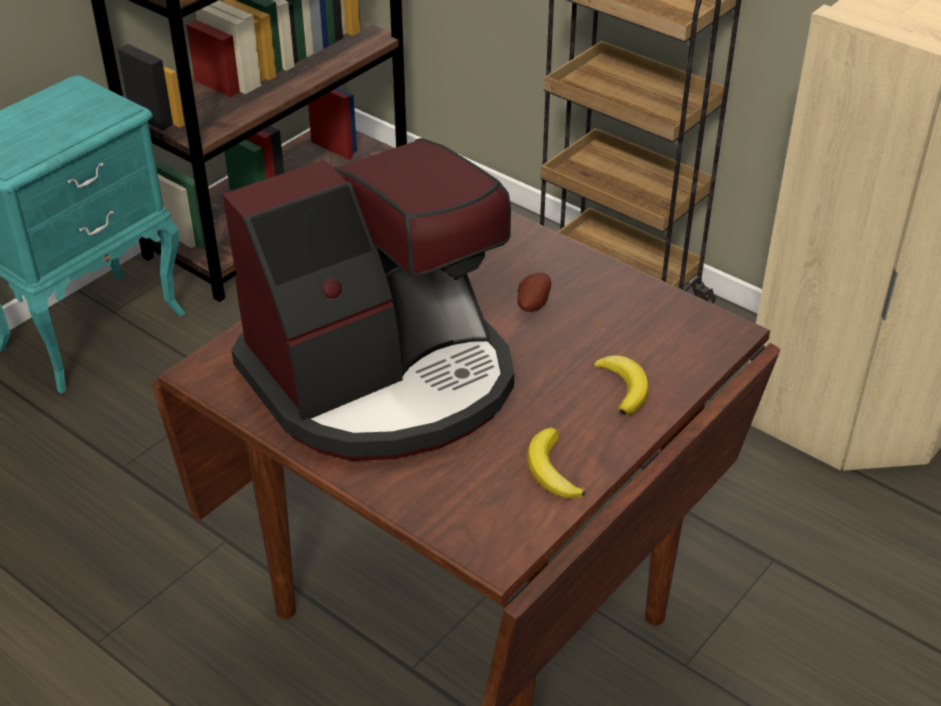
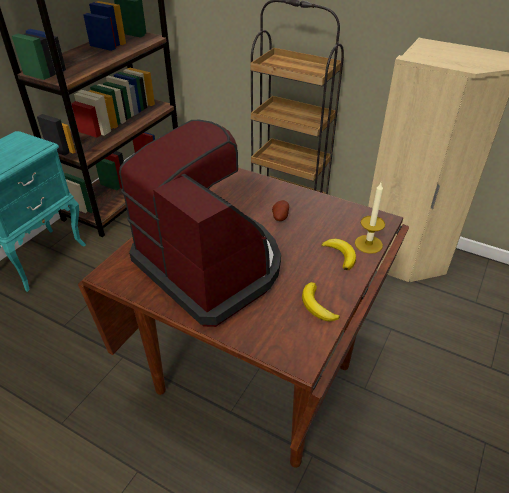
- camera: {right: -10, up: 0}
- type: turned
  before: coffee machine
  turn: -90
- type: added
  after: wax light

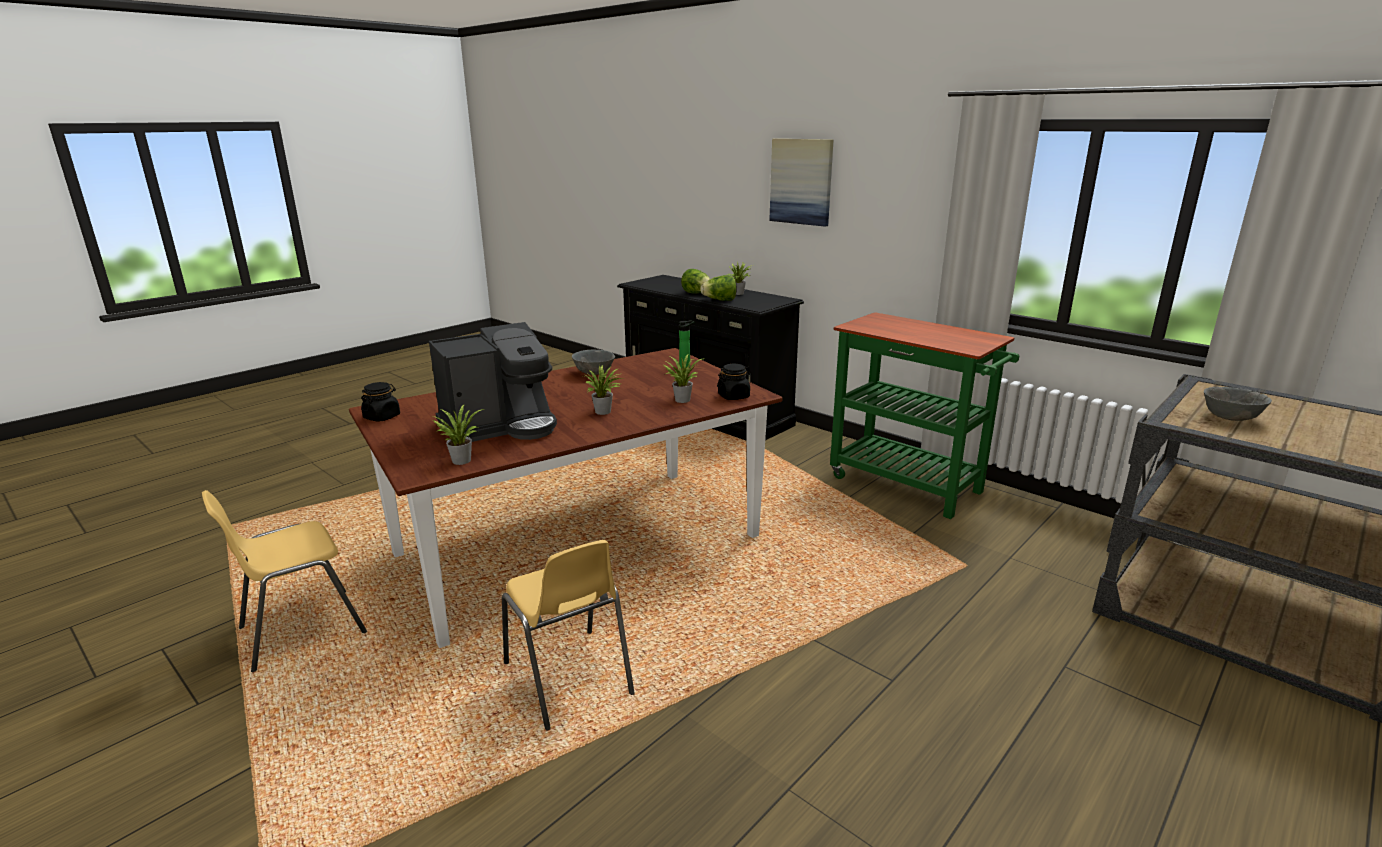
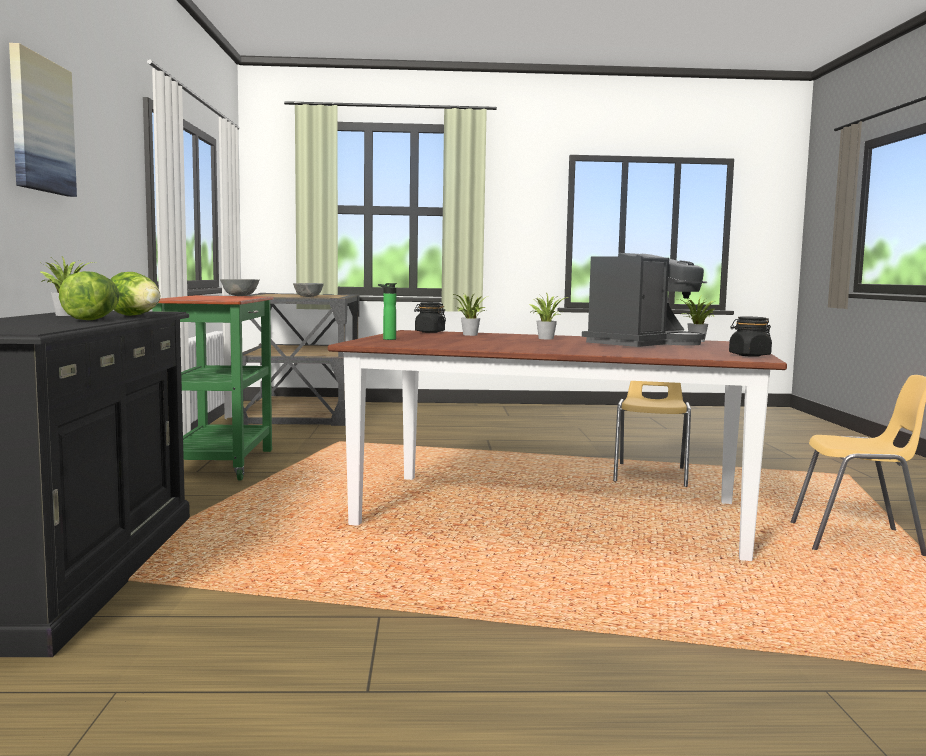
- camera: {right: -135, up: -15}
- type: turned
  before: coffee machine
  turn: 120
- type: moved
  before: deep dish (grey) (1st from left)

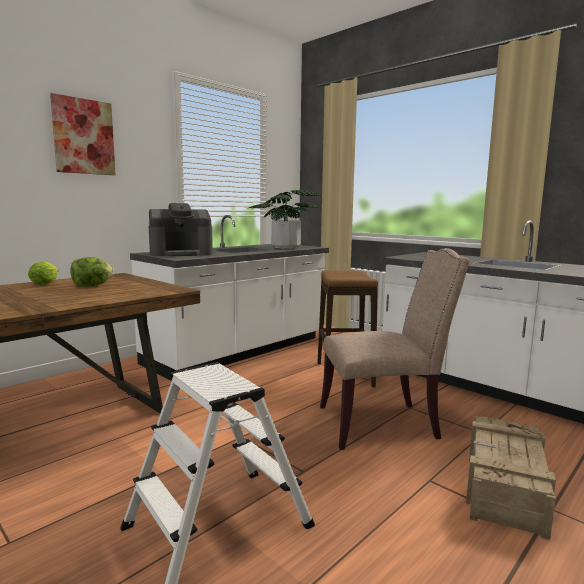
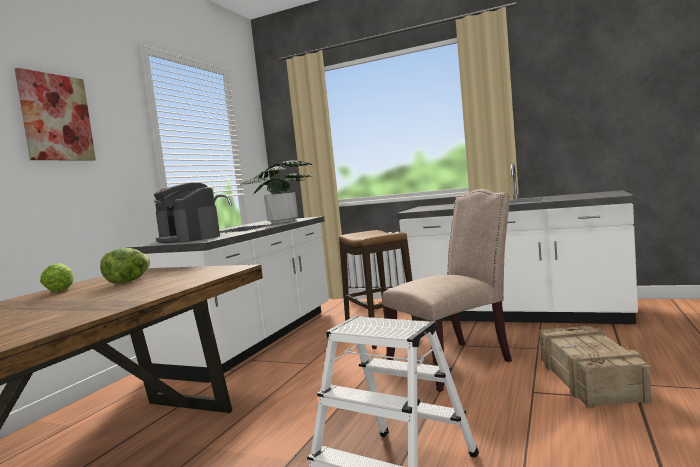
- camera: {right: -20, up: -5}
- type: turned
  before: coffee machine
  turn: 90

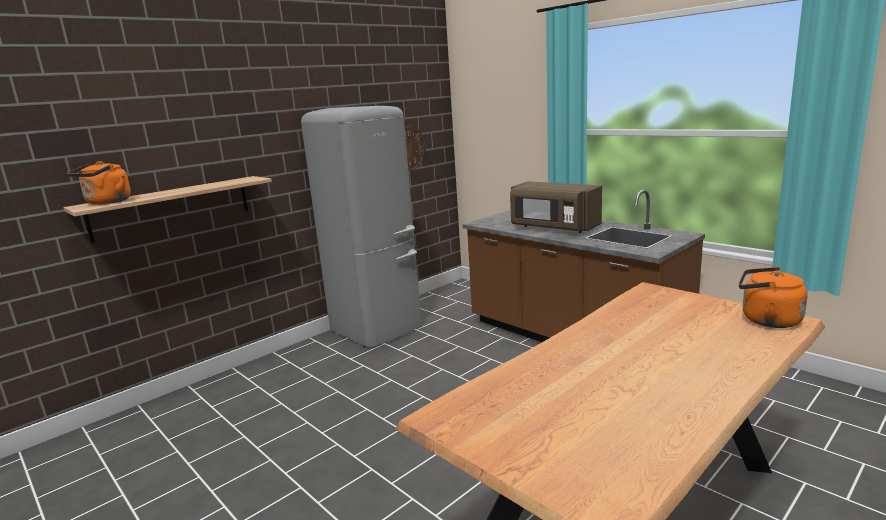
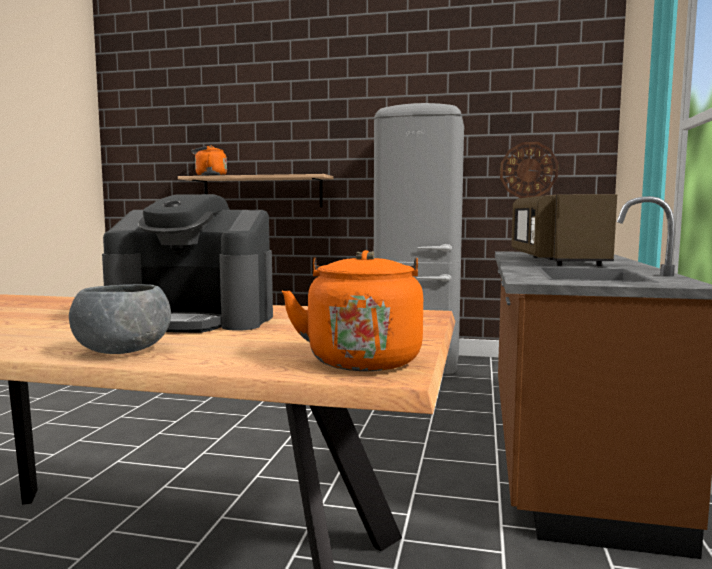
- camera: {right: 55, up: -10}
- type: added
  after: deep dish (grey)
- type: added
  after: coffee machine

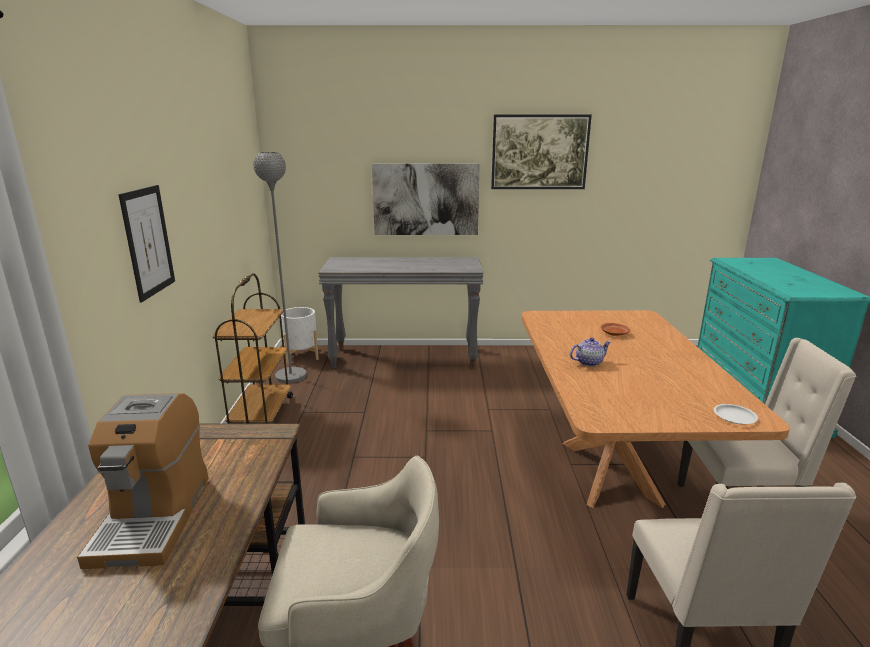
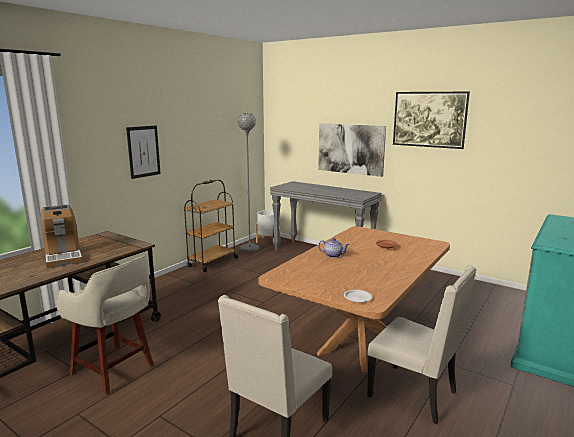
- camera: {right: 35, up: -5}
- type: turned
  before: coffee machine
  turn: -60

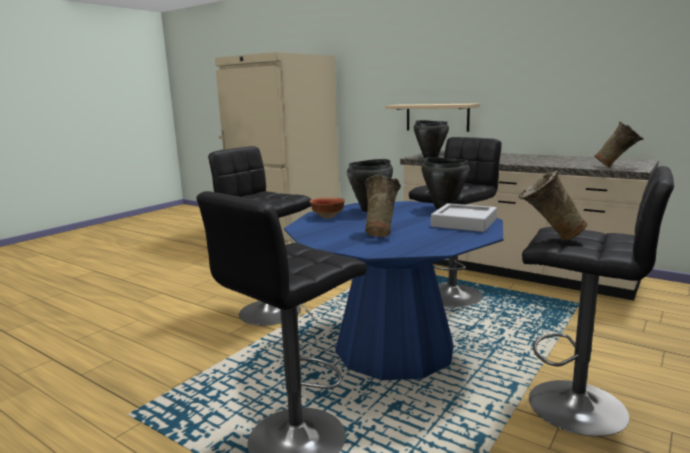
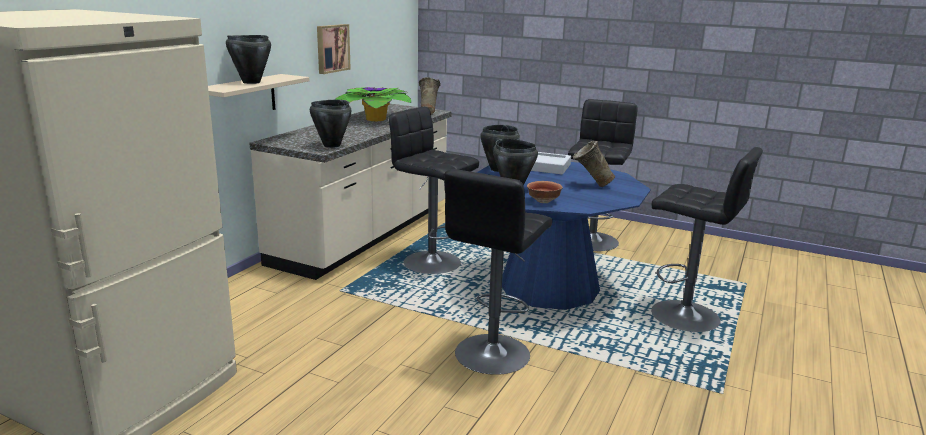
- camera: {right: -100, up: 5}
- type: removed
  before: vase (beige-coloured) (2nd from left)
- type: added
  after: stockpot (black) (1st from left)
- type: added
  after: wall picture
- type: added
  after: houseplant

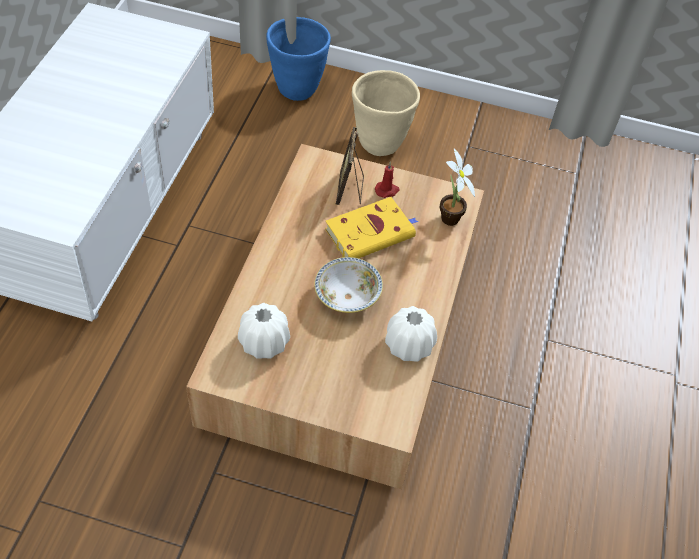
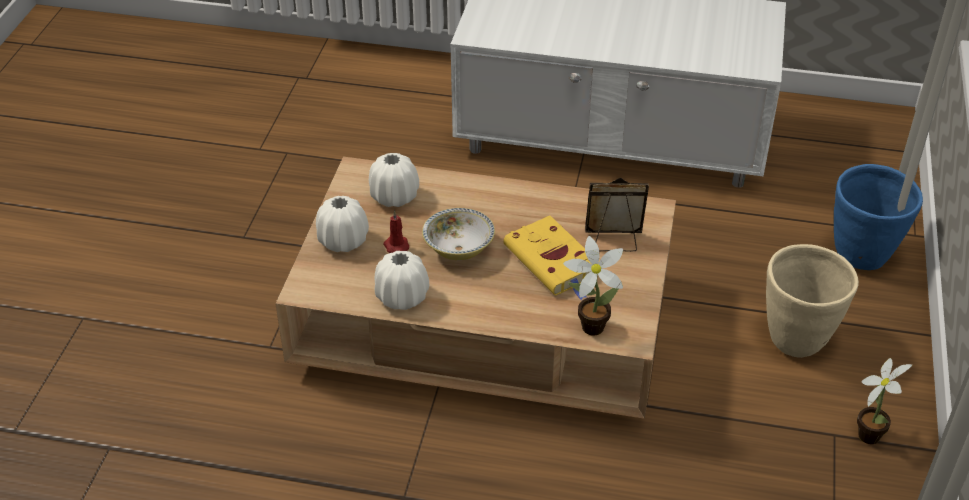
- camera: {right: 90, up: -10}
- type: moved
  before: wax light (red)
- type: added
  after: vase (white-coloured) (1st from left)
- type: added
  after: houseplant (2nd from left)

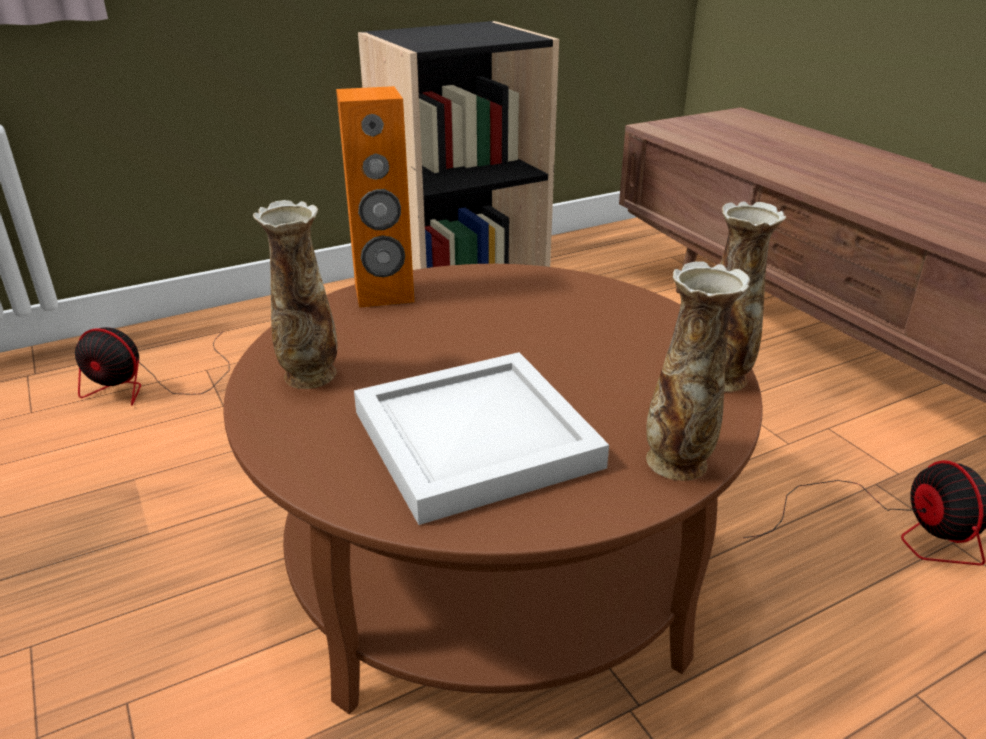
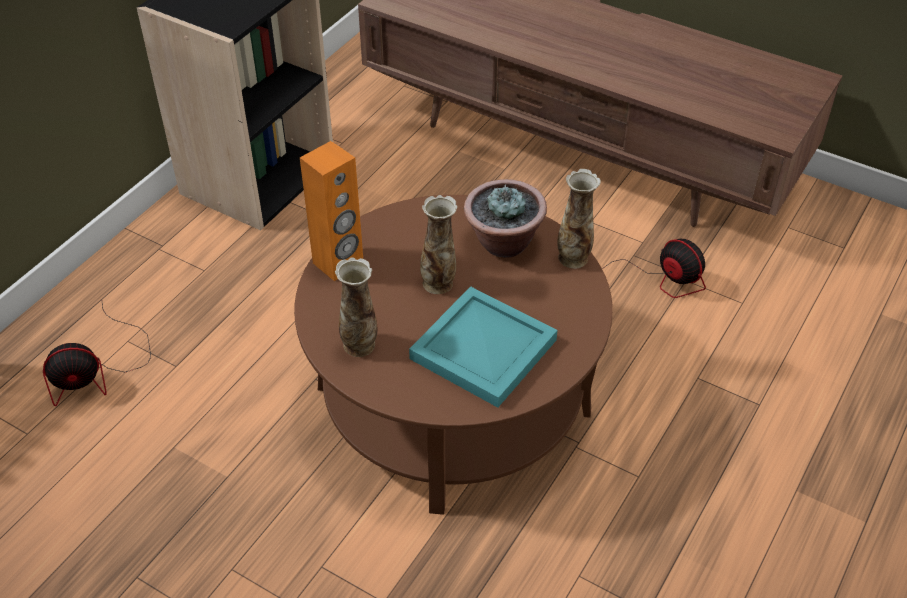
- camera: {right: -30, up: 15}
- type: recoloured
  before: carrying tray (white-coloured)
  after: carrying tray (turquoise)
- type: moved
  before: vase (2nd from left)
- type: added
  after: houseplant

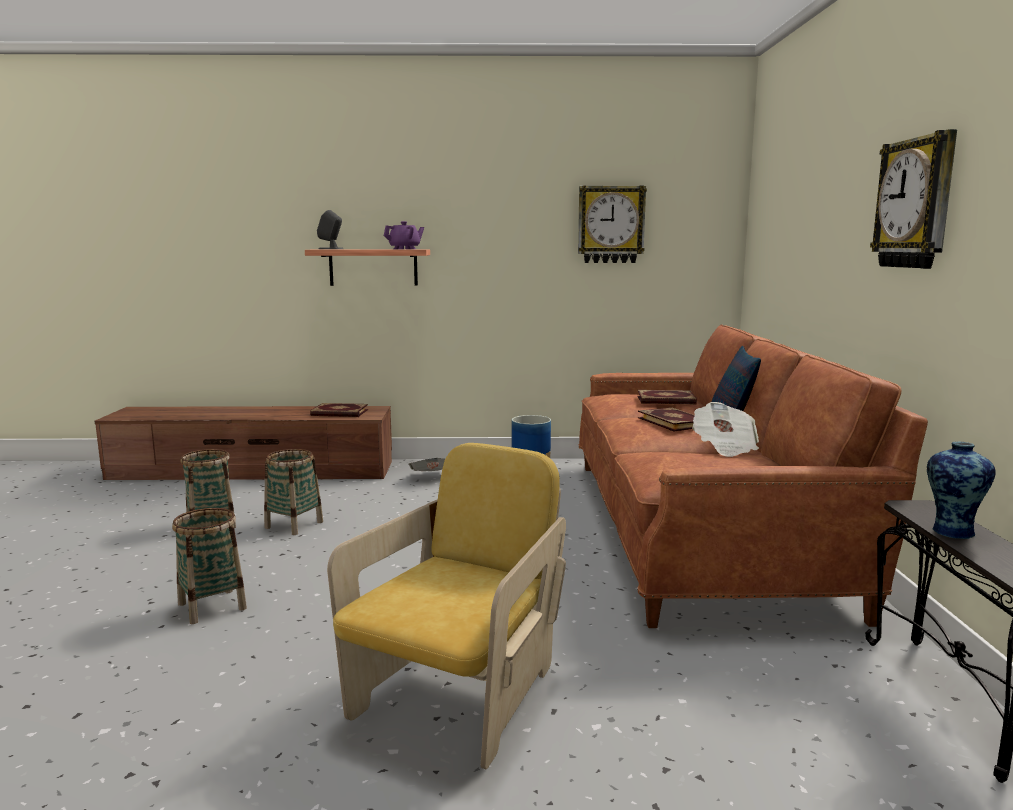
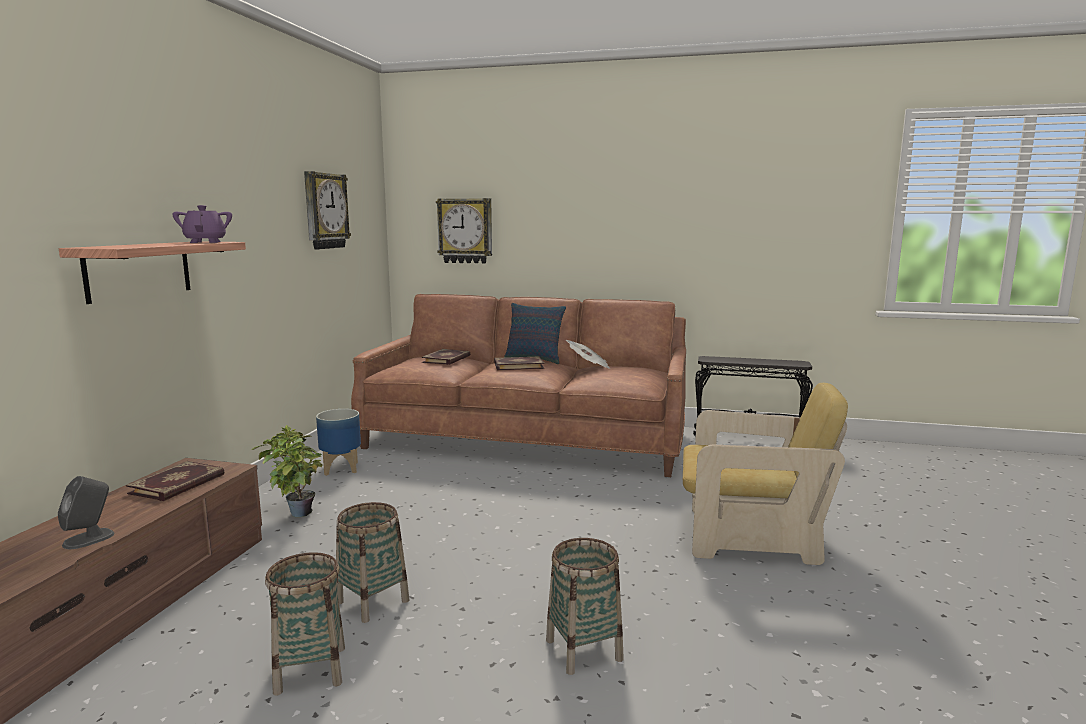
- camera: {right: -75, up: 0}
- type: moved
  before: speaker (grey)
- type: turned
  before: lounge chair (yellow)
  turn: 150
- type: replaced
  before: newspaper (1st from left)
  after: houseplant
- type: moved
  before: clock on the wall (2nd from left)
- type: removed
  before: vase

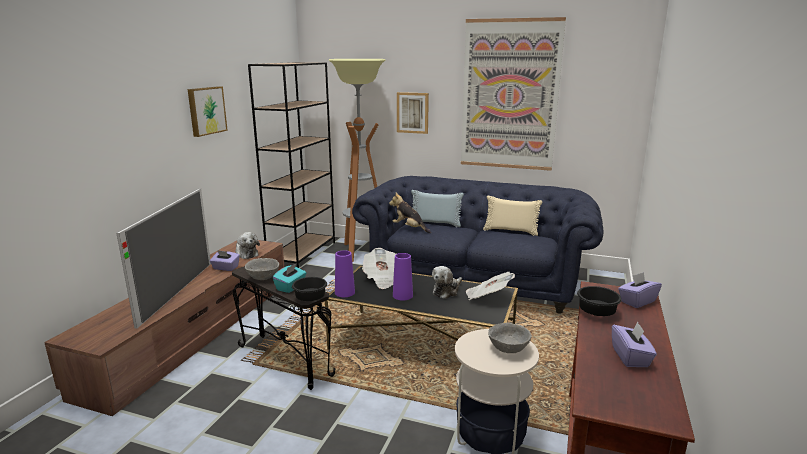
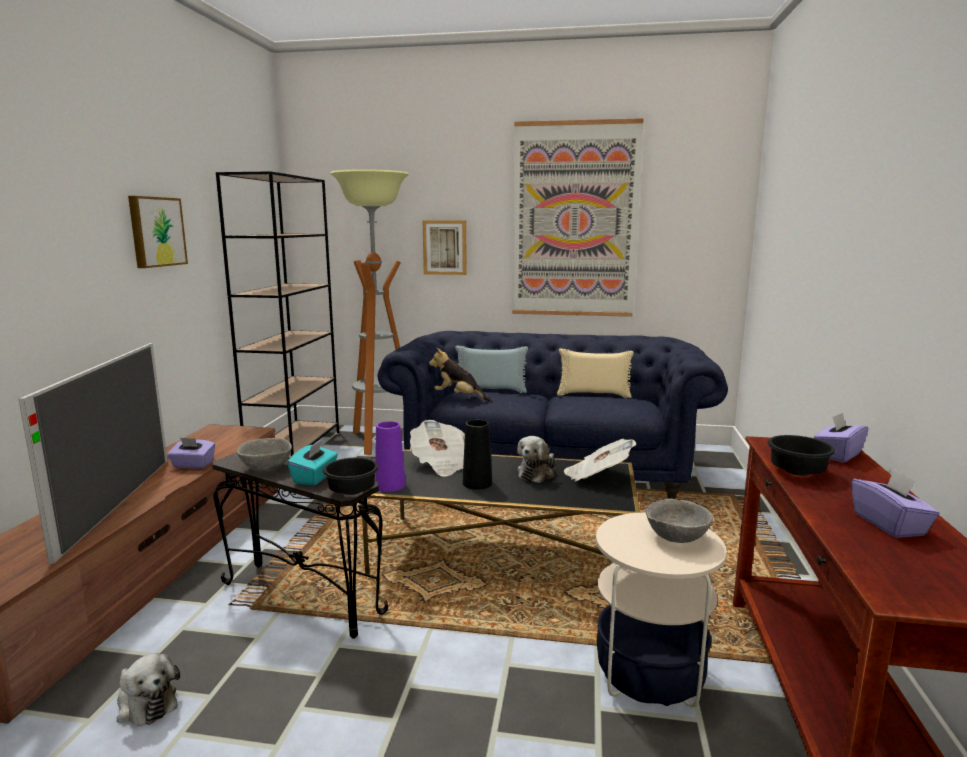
- camera: {right: -10, up: -5}
- type: moved
  before: plush toy (1st from left)
- type: recoloured
  before: vase (purple-coloured) (2nd from left)
  after: vase (black)

